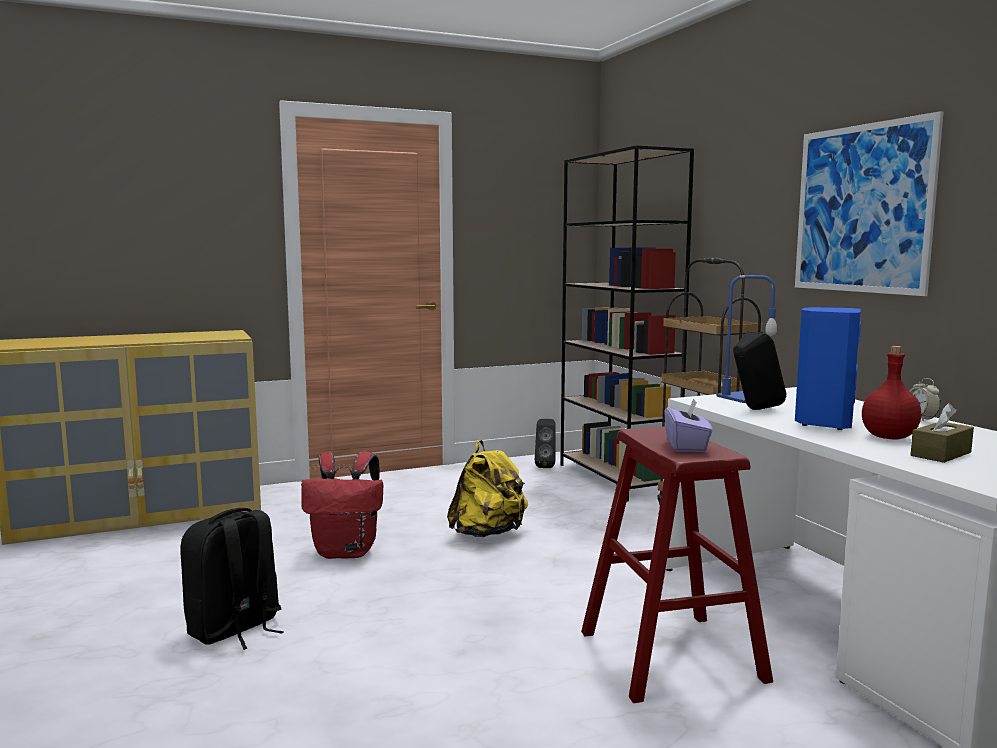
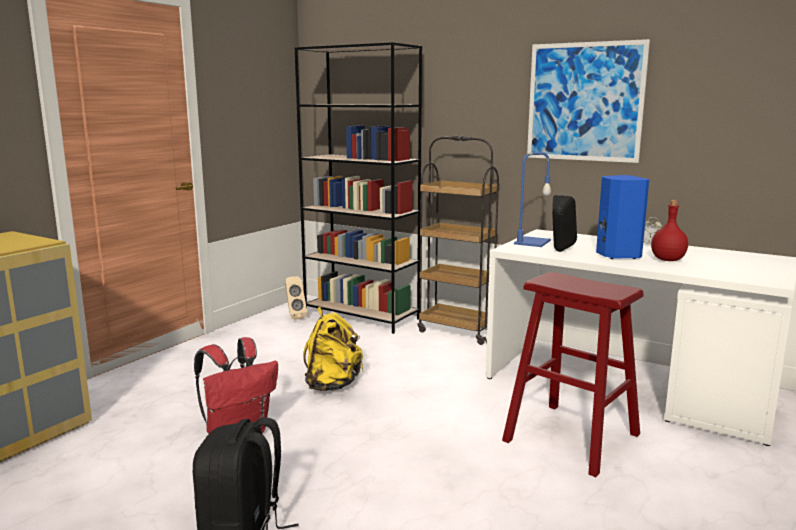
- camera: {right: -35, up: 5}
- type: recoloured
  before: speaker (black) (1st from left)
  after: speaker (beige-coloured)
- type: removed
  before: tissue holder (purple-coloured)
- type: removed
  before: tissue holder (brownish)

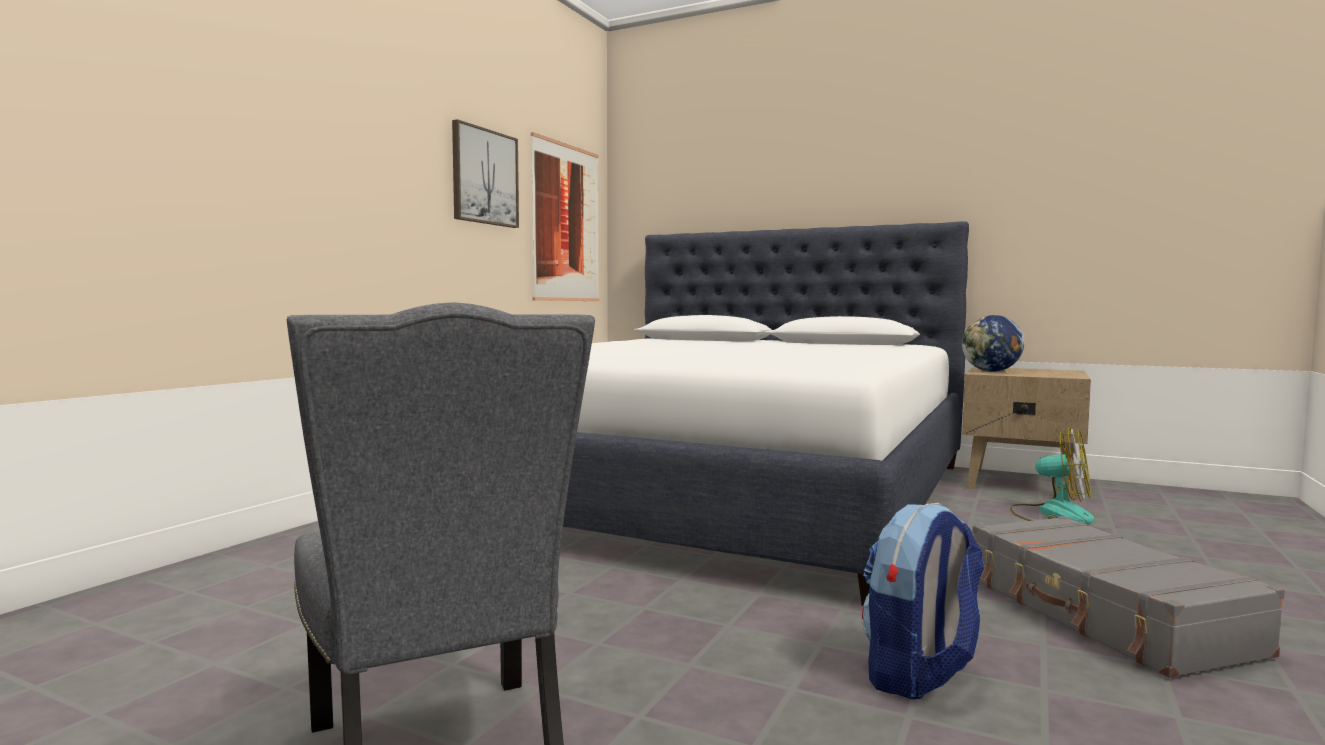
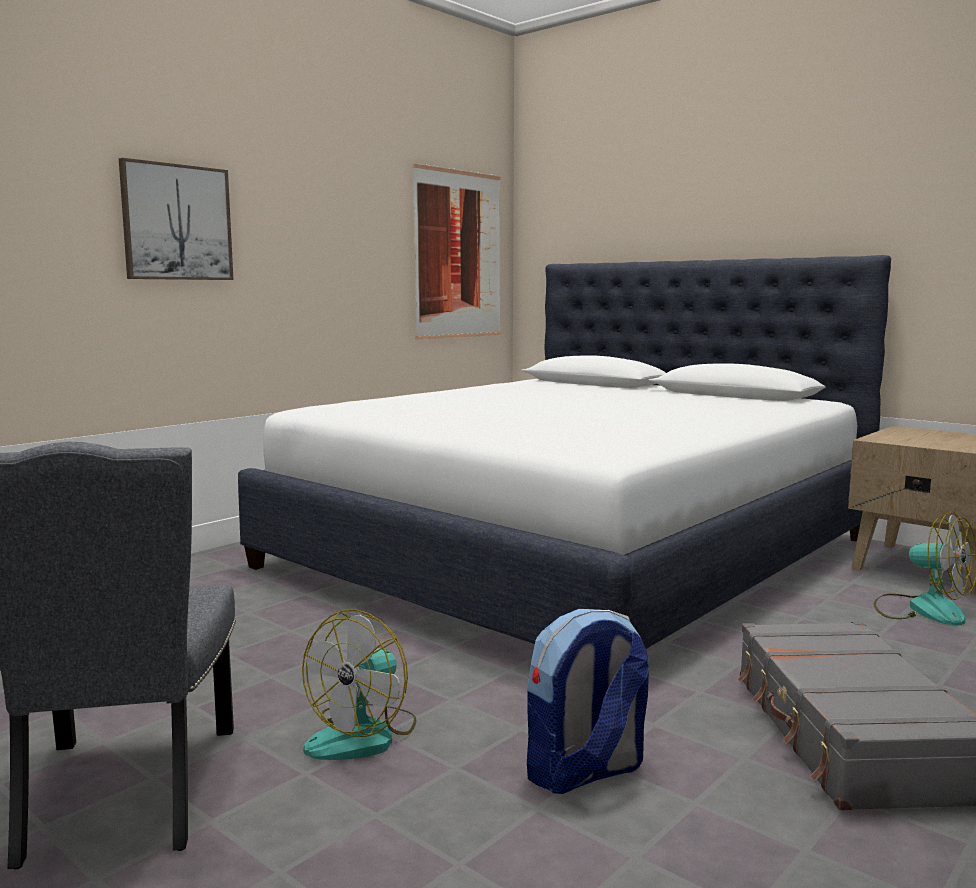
- camera: {right: 15, up: 5}
- type: moved
  before: wall picture (1st from left)
- type: removed
  before: world globe
- type: added
  after: electric fan (1st from left)

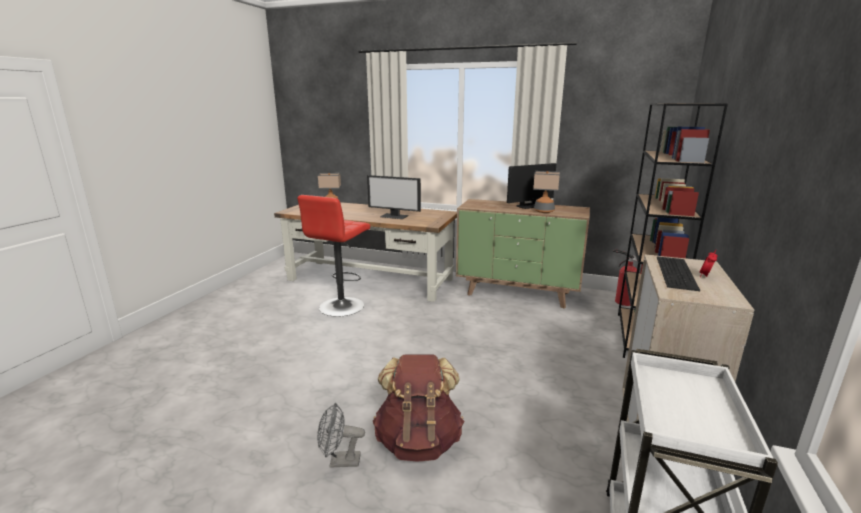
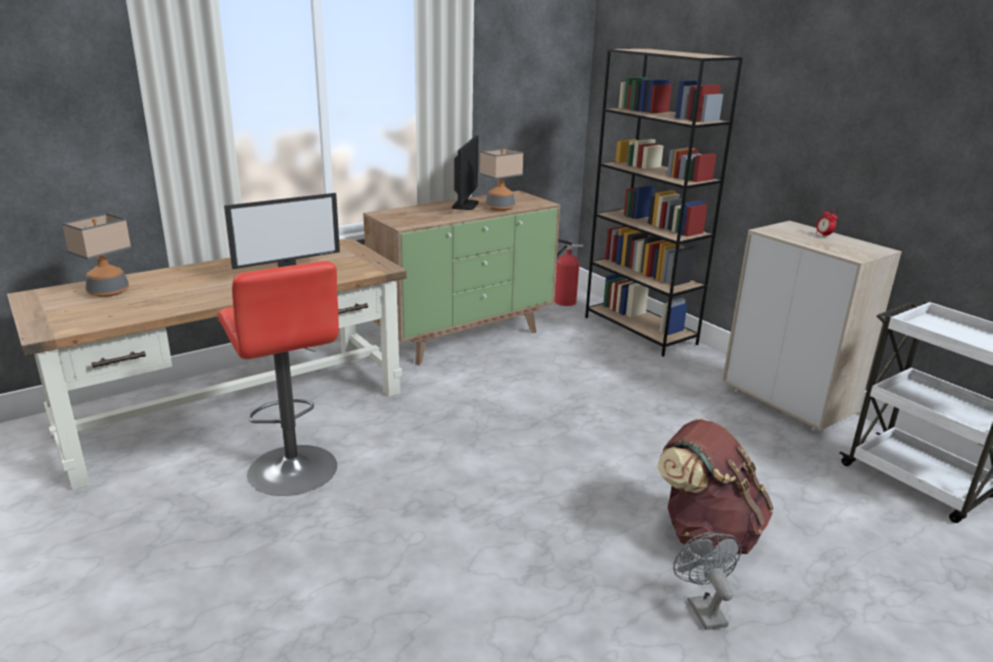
- camera: {right: -55, up: 5}
- type: turned
  before: electric fan (grey)
  turn: 135
- type: removed
  before: computer keyboard

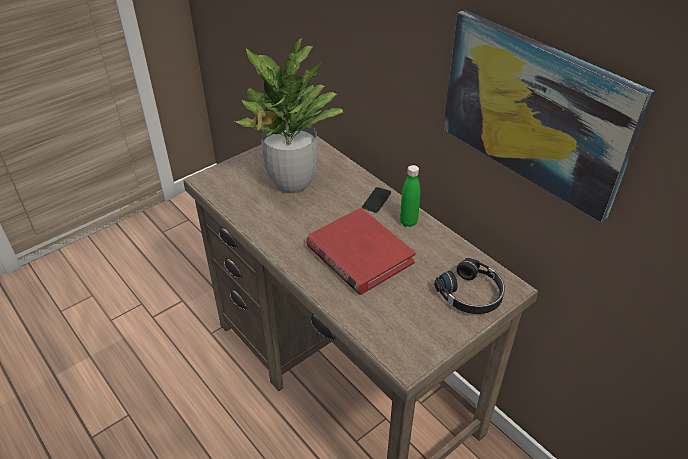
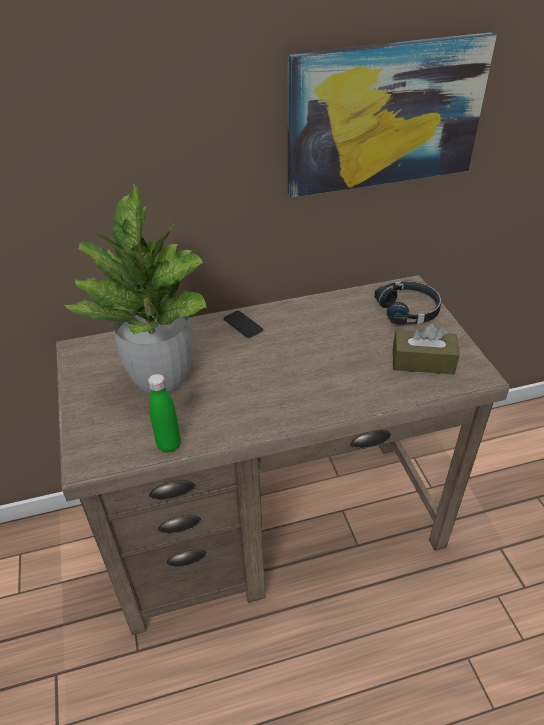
- camera: {right: -65, up: 0}
- type: removed
  before: book (red)
- type: moved
  before: beverage bottle (greenish)
- type: added
  after: tissue holder (brownish)

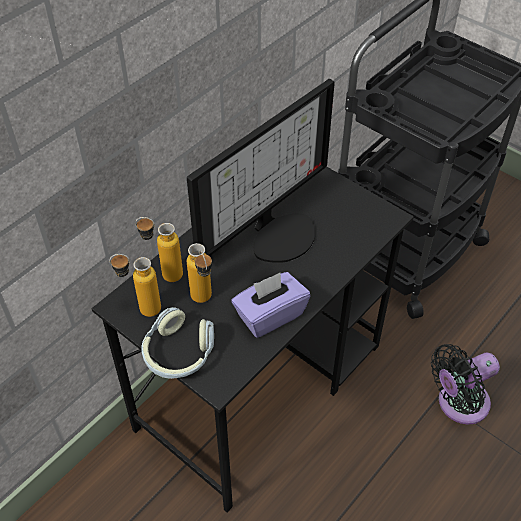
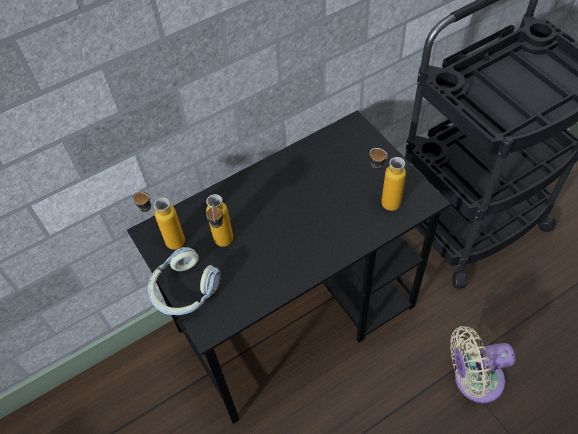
- camera: {right: 20, up: 5}
- type: moved
  before: beverage bottle (2nd from left in the first image)
  after: beverage bottle (3rd from left)
- type: removed
  before: computer screen
- type: removed
  before: tissue holder (purple-coloured)
- type: recoloured
  before: electric fan (black)
  after: electric fan (beige-coloured)

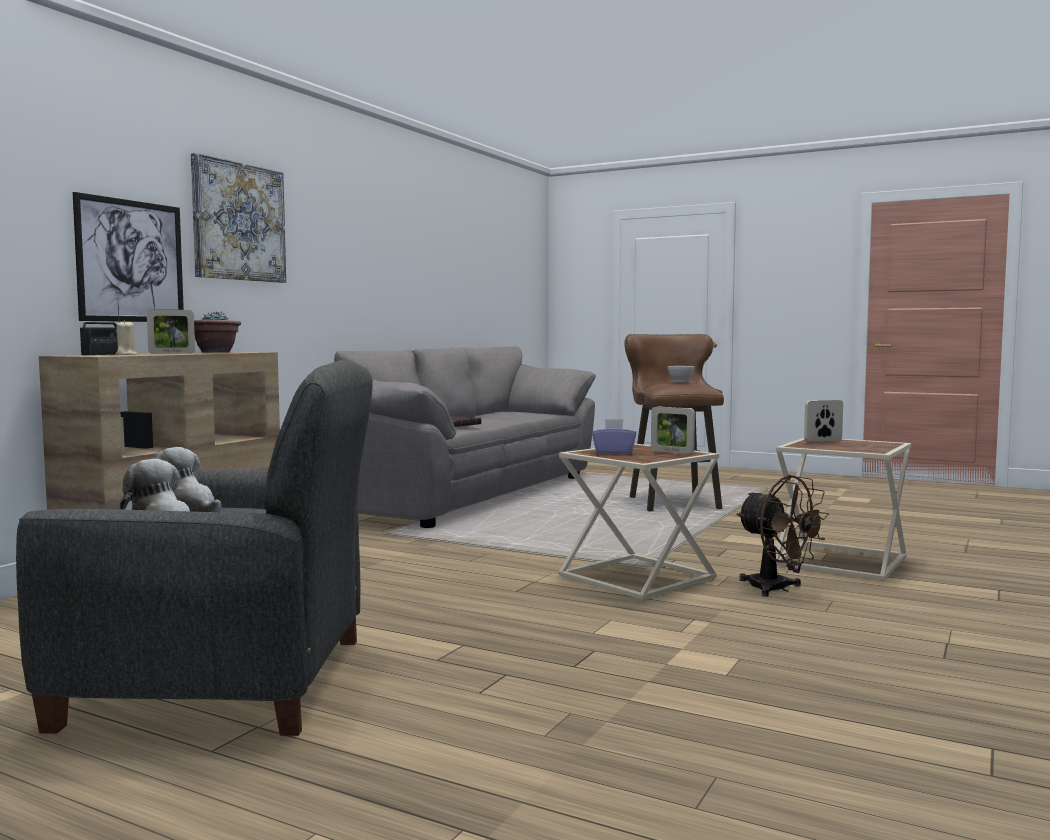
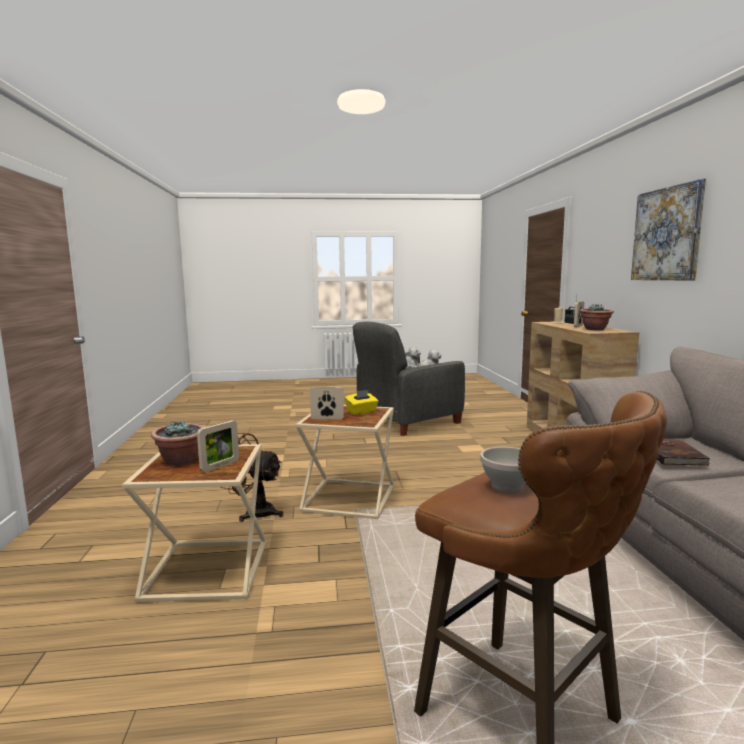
- camera: {right: 145, up: 5}
- type: removed
  before: wall picture (1st from left)
- type: recoloured
  before: tissue holder (purple-coloured)
  after: tissue holder (yellow)
- type: added
  after: houseplant (1st from left)

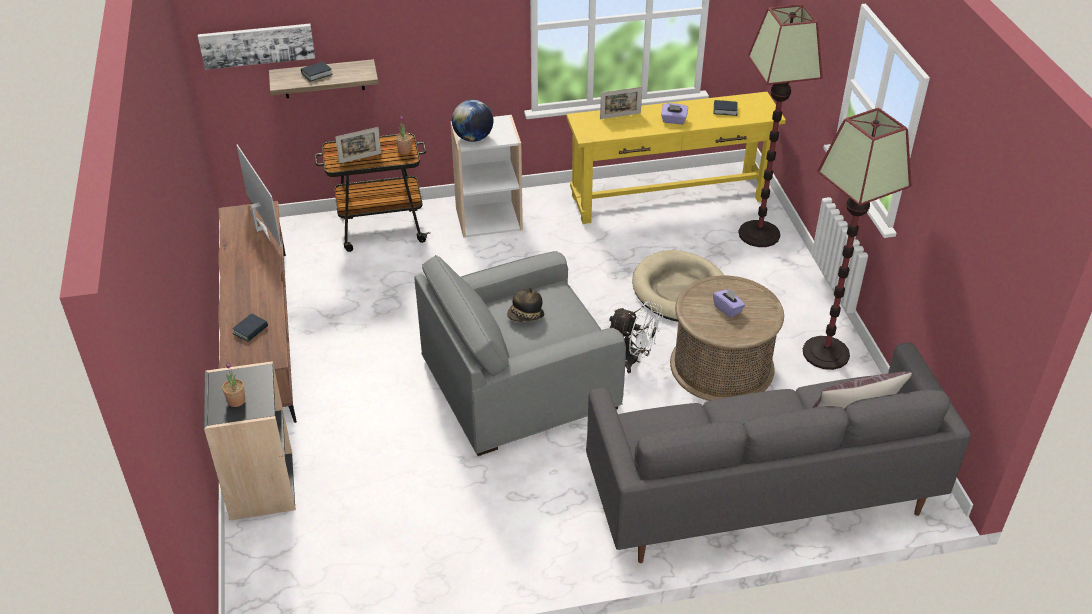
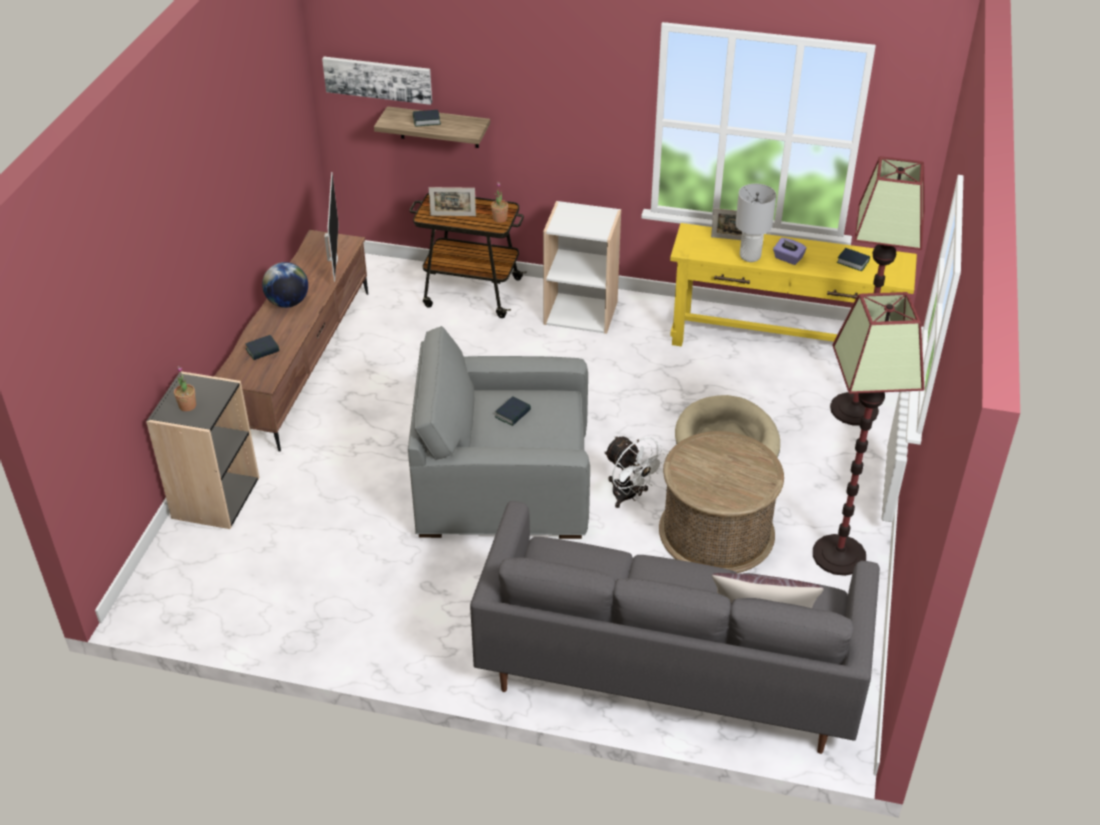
- camera: {right: 25, up: 0}
- type: moved
  before: world globe
- type: replaced
  before: wearable hat
  after: book (3rd from left)
- type: removed
  before: tissue holder (purple-coloured) (2nd from left)
- type: added
  after: tabletop lamp (grey)

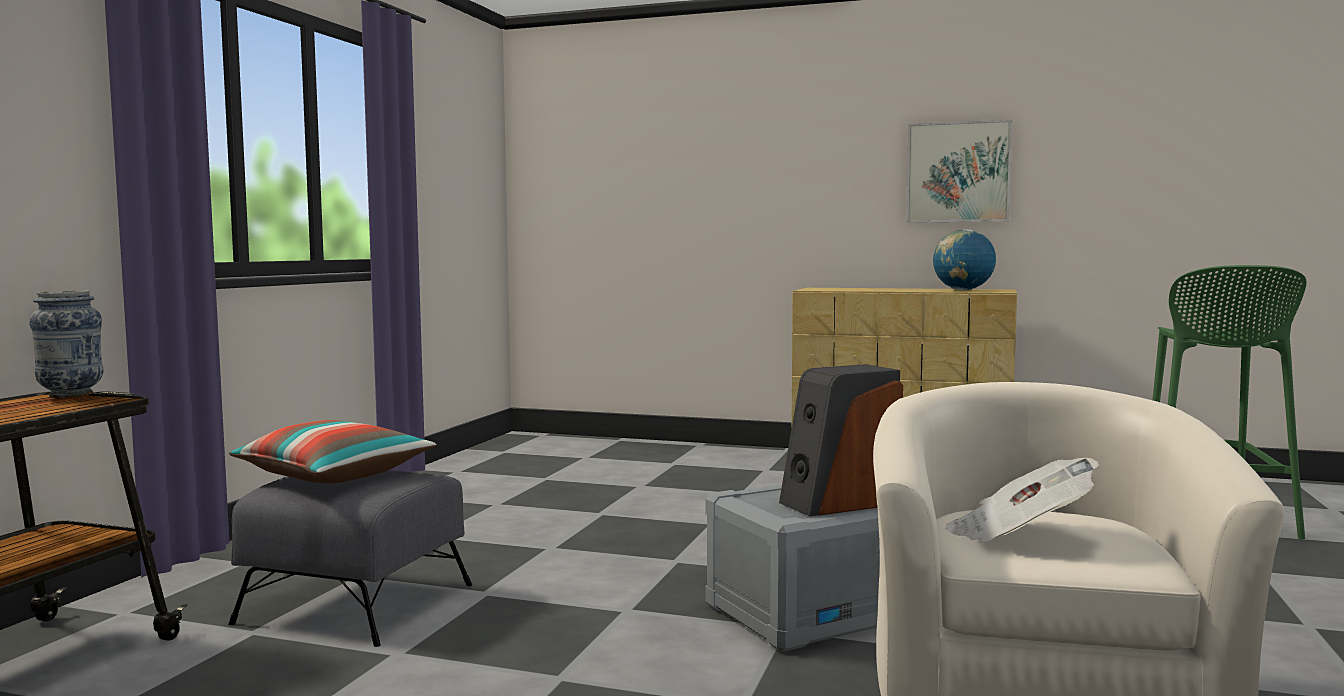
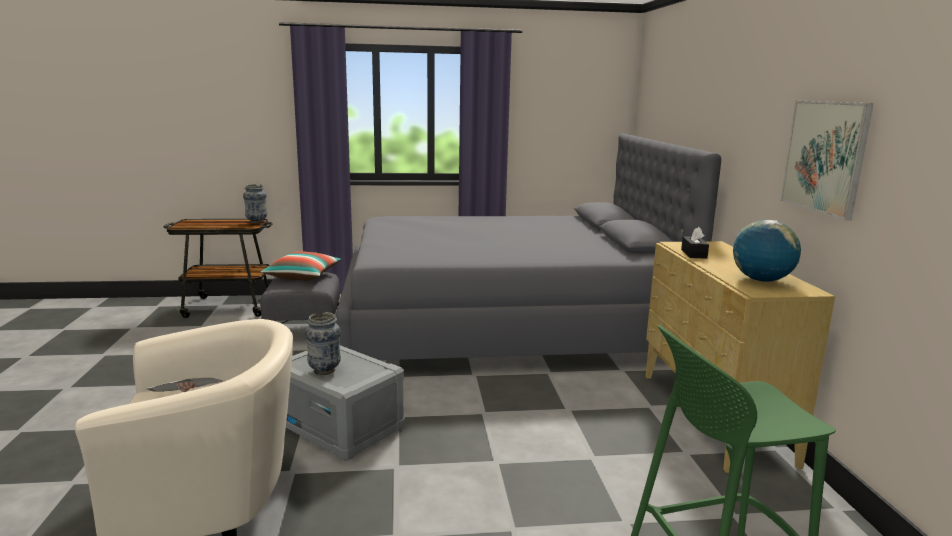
- camera: {right: 65, up: 10}
- type: replaced
  before: speaker
  after: vase (2nd from left)
- type: added
  after: bedroom bed (grey)
- type: added
  after: tissue holder (black)

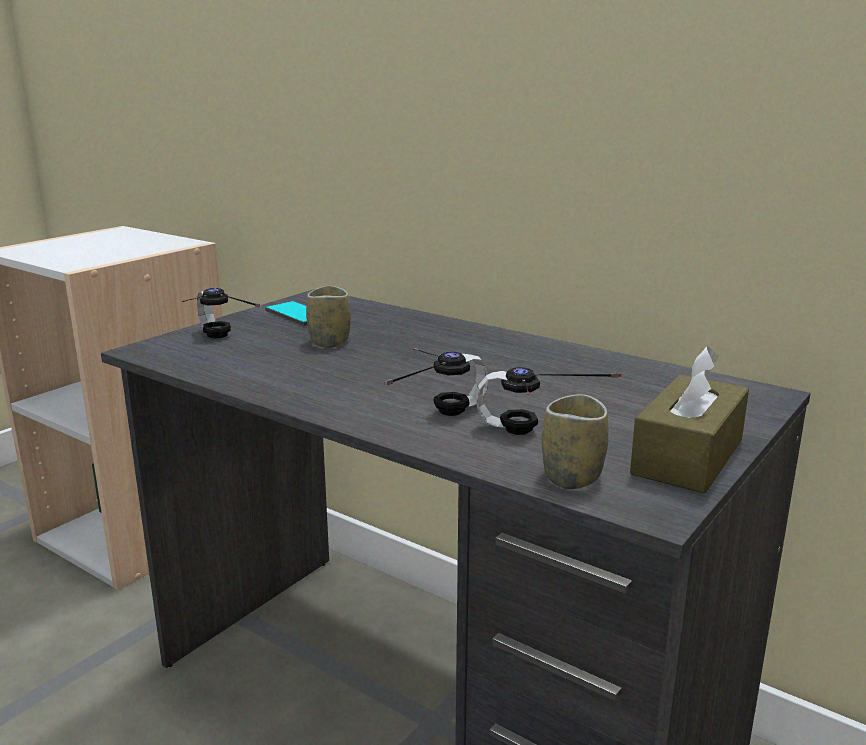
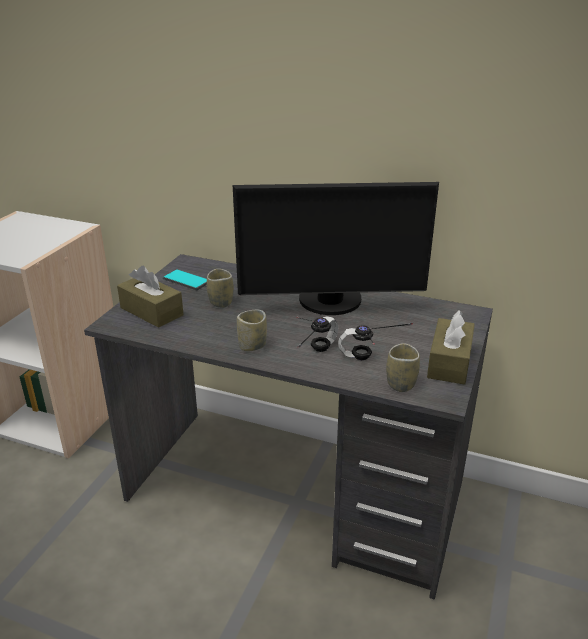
- camera: {right: -15, up: 10}
- type: replaced
  before: headphones (1st from left)
  after: tissue holder (brownish) (1st from left)
- type: added
  after: computer screen
- type: added
  after: cup (2nd from left)

